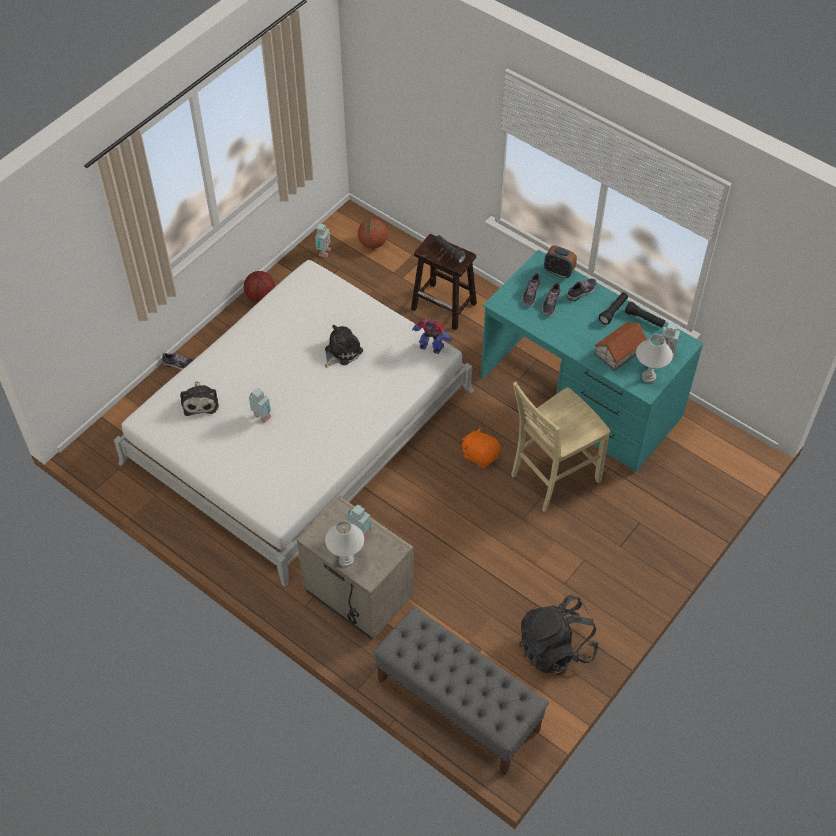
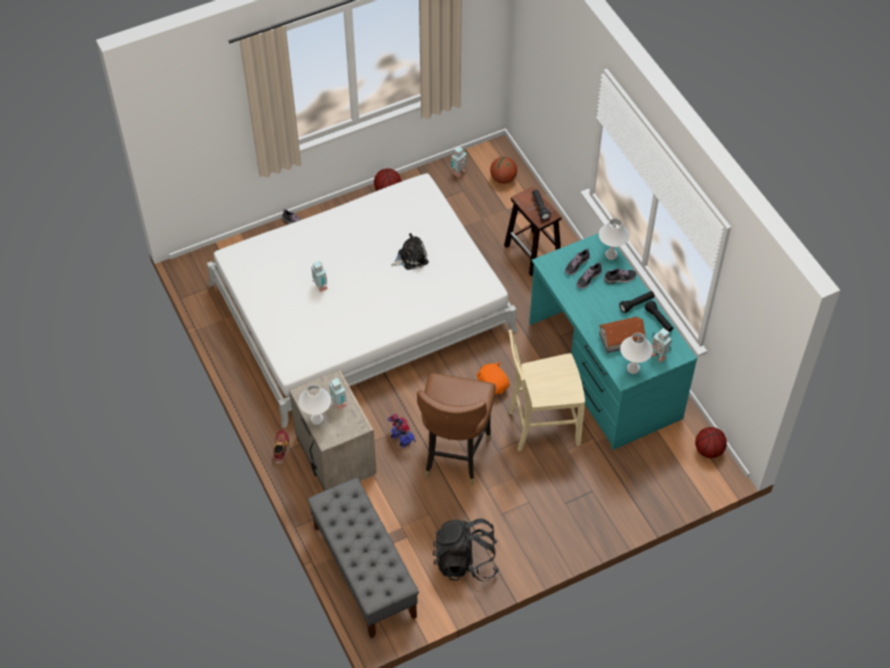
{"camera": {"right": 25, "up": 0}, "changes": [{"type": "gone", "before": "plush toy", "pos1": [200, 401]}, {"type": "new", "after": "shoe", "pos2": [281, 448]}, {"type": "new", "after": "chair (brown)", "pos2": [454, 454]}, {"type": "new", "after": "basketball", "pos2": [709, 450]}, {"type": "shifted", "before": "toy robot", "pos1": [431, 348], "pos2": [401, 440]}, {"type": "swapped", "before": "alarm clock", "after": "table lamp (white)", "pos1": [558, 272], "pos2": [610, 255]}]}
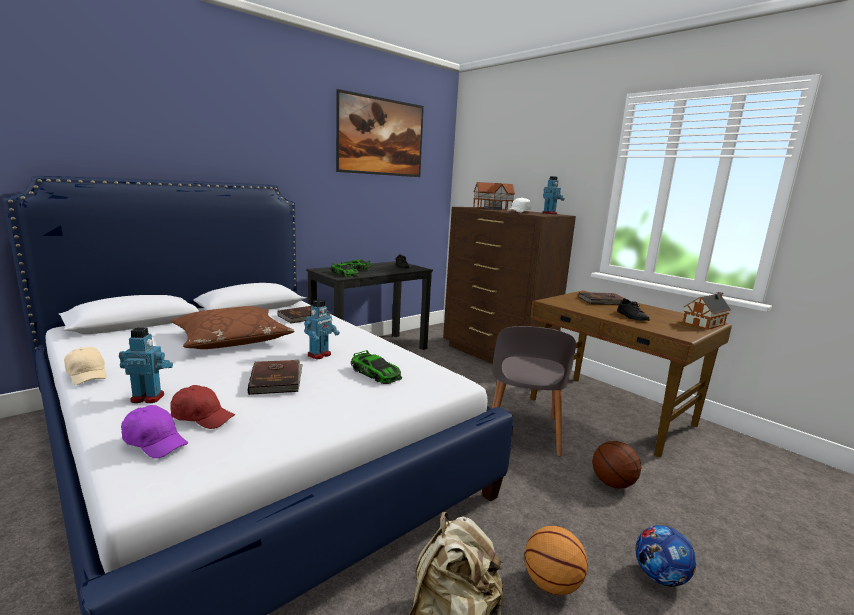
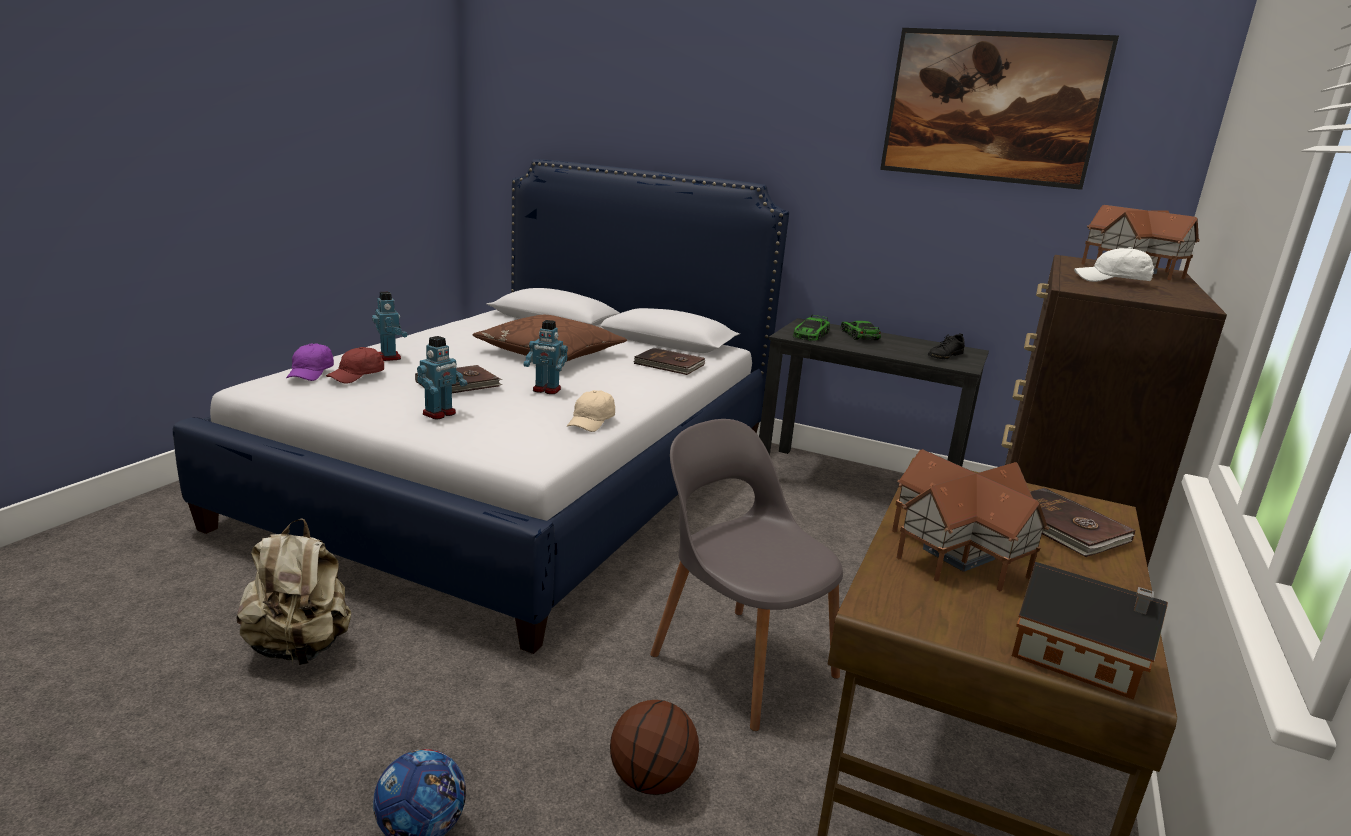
{"camera": {"right": 65, "up": 5}, "changes": [{"type": "gone", "before": "toy car", "pos1": [376, 373]}, {"type": "gone", "before": "basketball", "pos1": [551, 584]}, {"type": "shifted", "before": "cap (beige)", "pos1": [87, 375], "pos2": [591, 422]}, {"type": "shifted", "before": "toy robot", "pos1": [549, 213], "pos2": [440, 414]}, {"type": "swapped", "before": "shoe (black)", "after": "toy house", "pos1": [632, 316], "pos2": [961, 554]}, {"type": "rotated", "before": "cap (red)", "pos1": [202, 417], "pos2": [357, 376], "turn": 45}, {"type": "rotated", "before": "chair (grey)", "pos1": [522, 432], "pos2": [740, 662], "turn": 60}]}
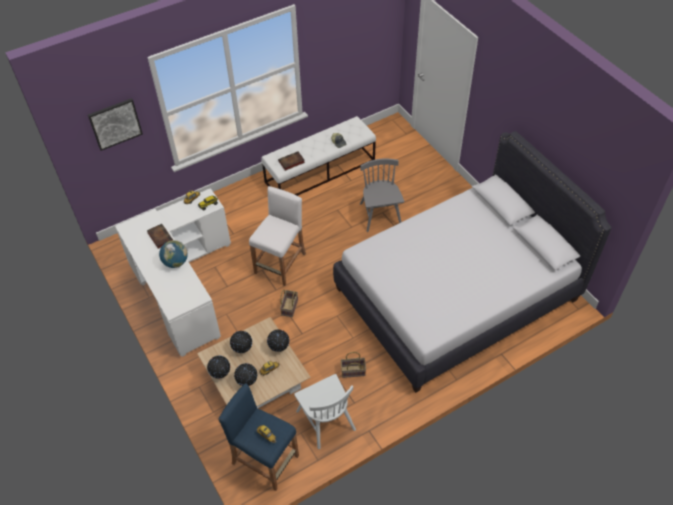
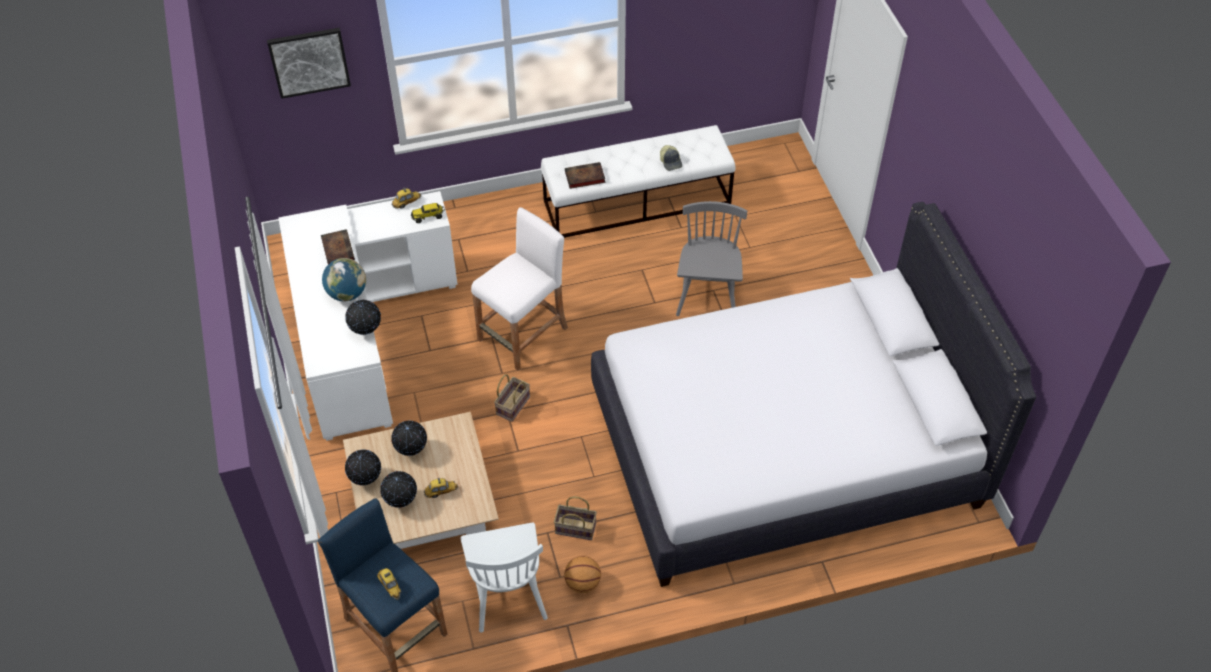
{"camera": {"right": 15, "up": 0}, "changes": [{"type": "new", "after": "basketball", "pos2": [583, 583]}, {"type": "shifted", "before": "globe", "pos1": [279, 348], "pos2": [366, 331]}]}
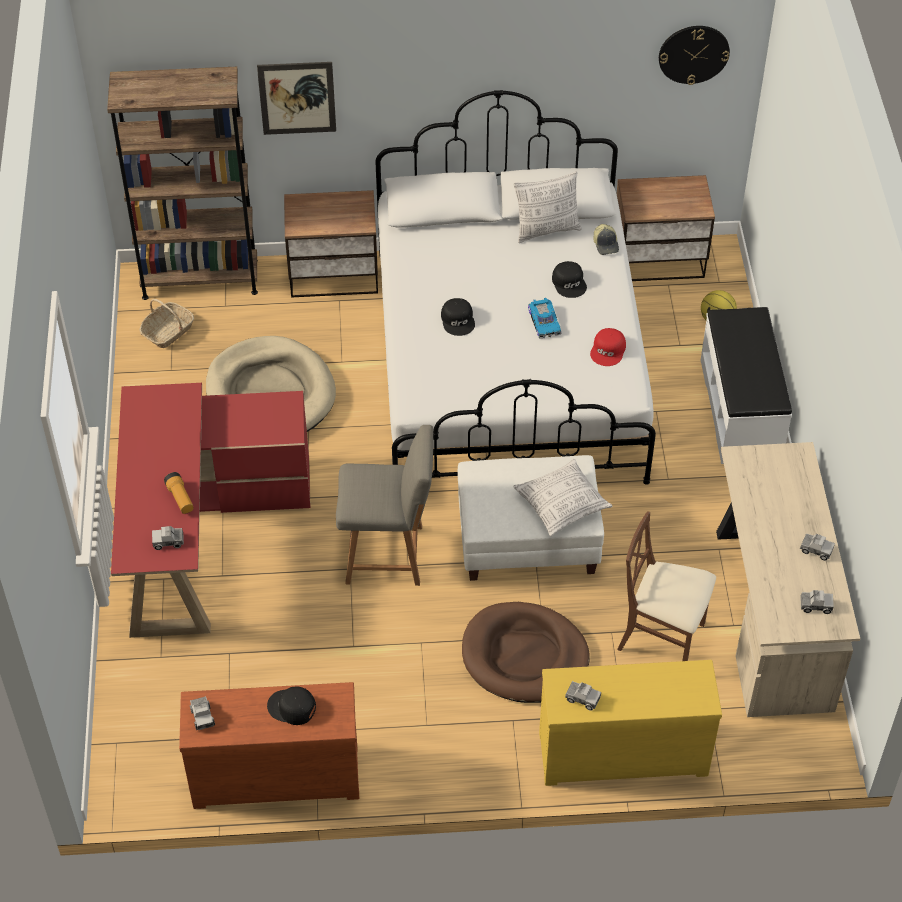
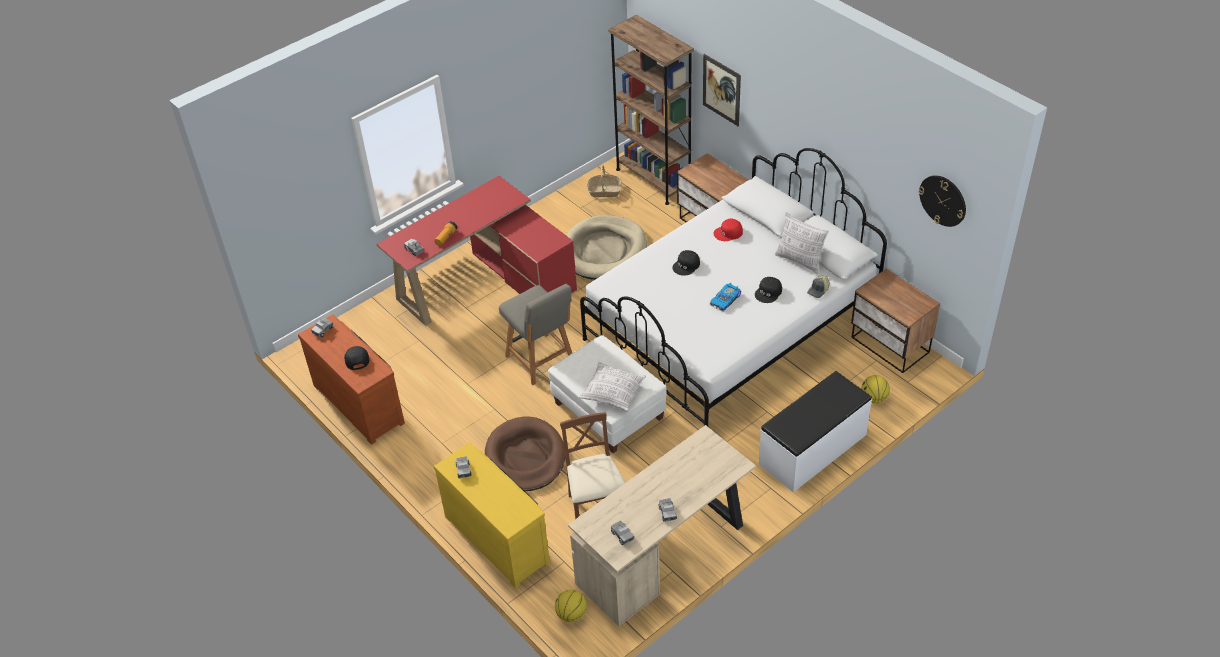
{"camera": {"right": 55, "up": -5}, "changes": [{"type": "new", "after": "basketball", "pos2": [571, 614]}, {"type": "shifted", "before": "cap (red)", "pos1": [608, 350], "pos2": [728, 233]}]}
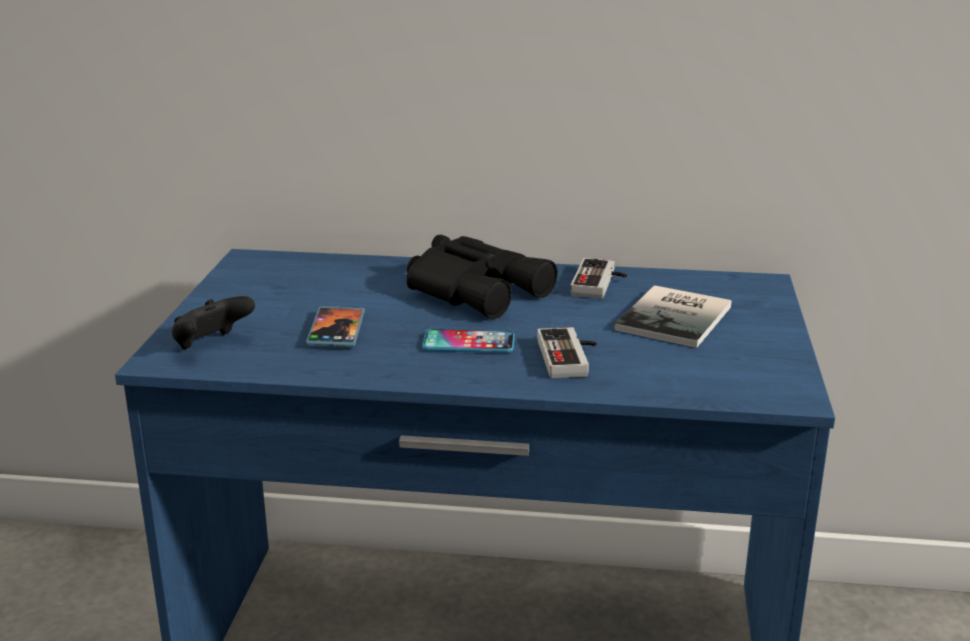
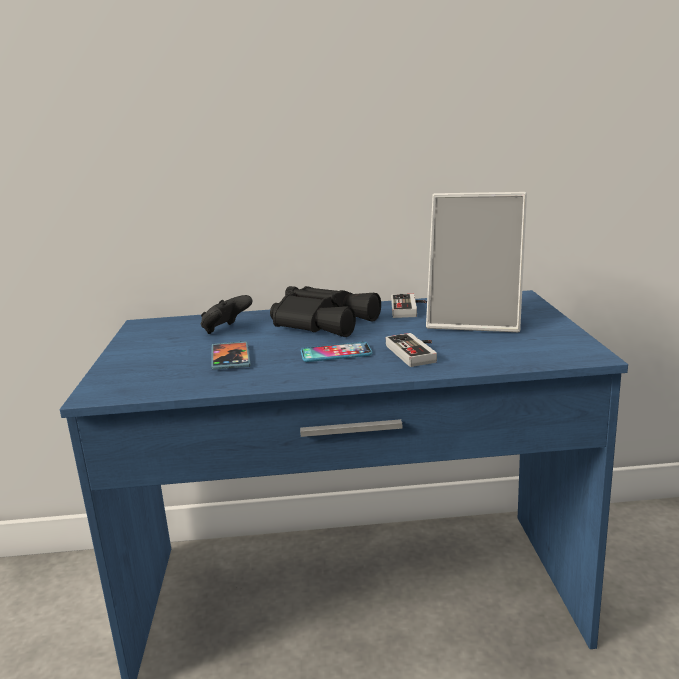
{"camera": {"right": -10, "up": -5}, "changes": [{"type": "shifted", "before": "game controller (black)", "pos1": [211, 345], "pos2": [226, 330]}, {"type": "swapped", "before": "book", "after": "picture frame", "pos1": [678, 318], "pos2": [476, 321]}]}
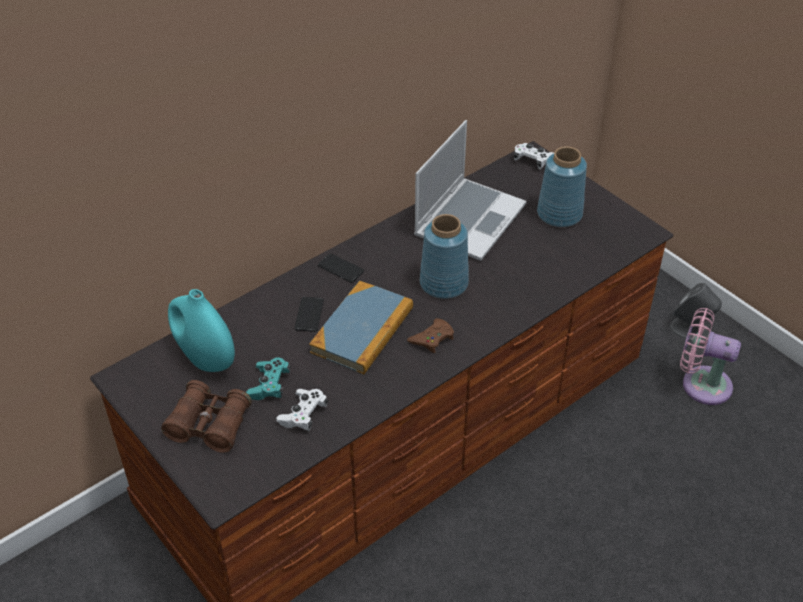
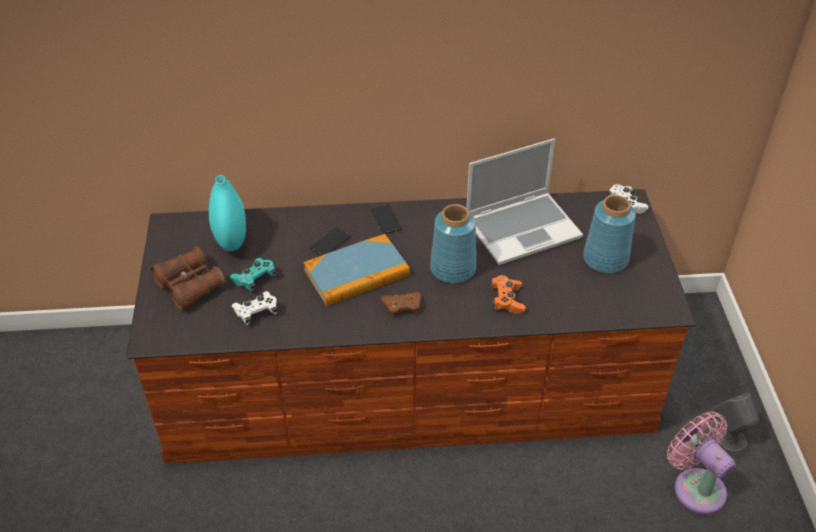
{"camera": {"right": 35, "up": 0}, "changes": [{"type": "new", "after": "game controller (orange)", "pos2": [507, 300]}]}
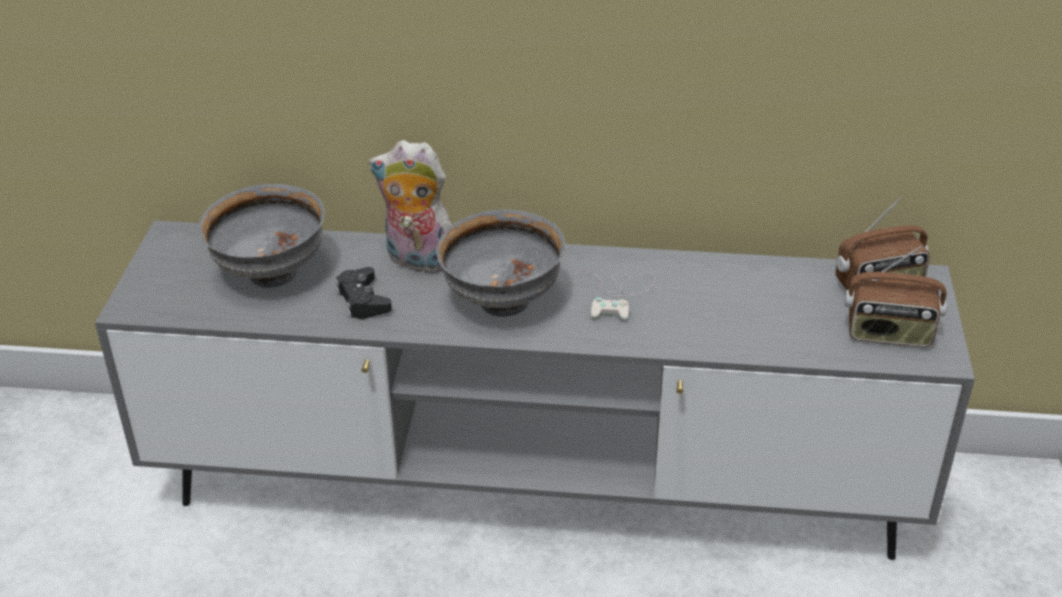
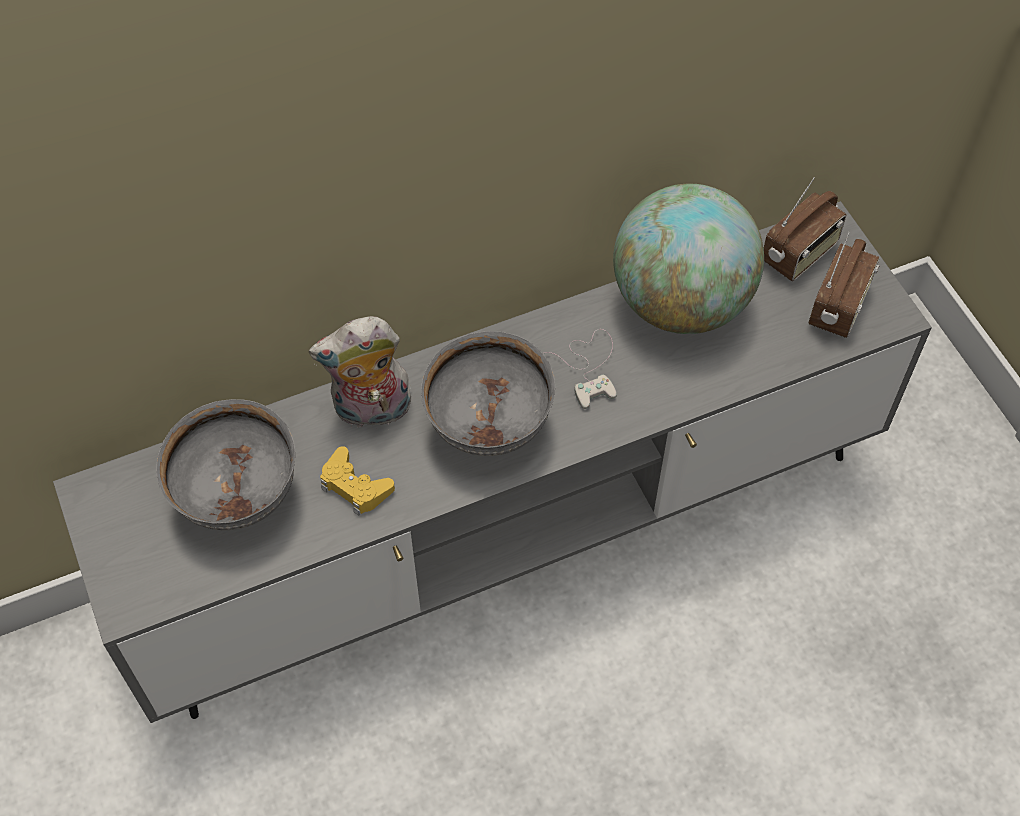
{"camera": {"right": -30, "up": 20}, "changes": [{"type": "new", "after": "globe", "pos2": [681, 303]}, {"type": "repainted", "before": "game controller (black)", "after": "game controller (yellow)", "pos1": [363, 300], "pos2": [355, 486]}, {"type": "rotated", "before": "radio", "pos1": [889, 334], "pos2": [839, 307], "turn": -45}]}
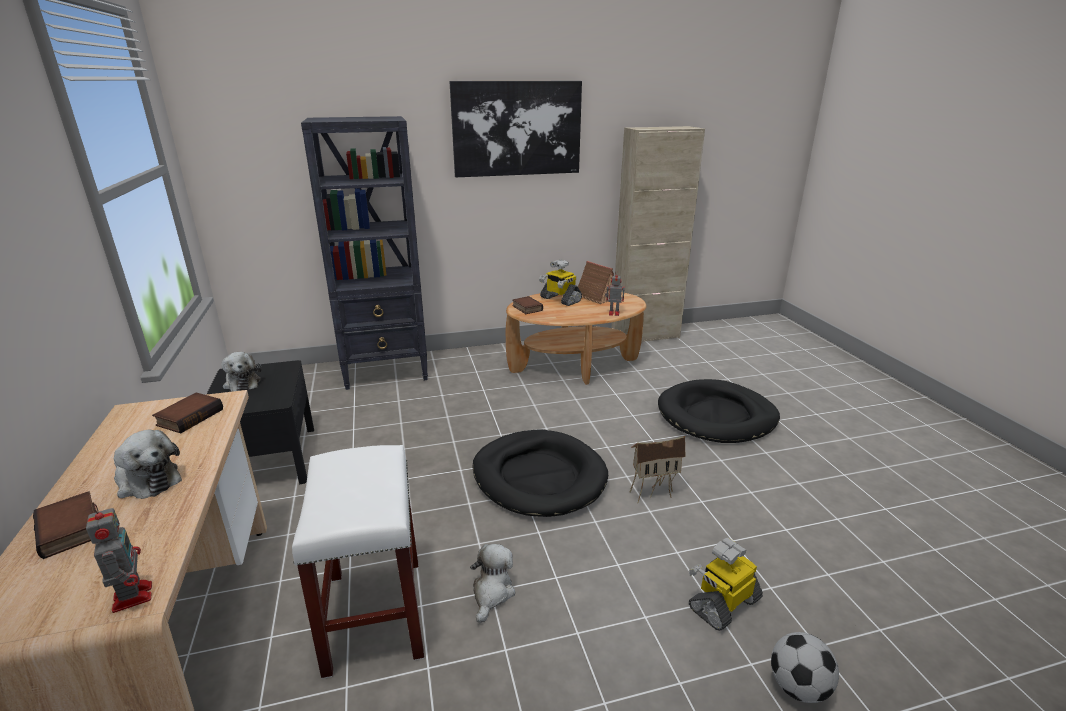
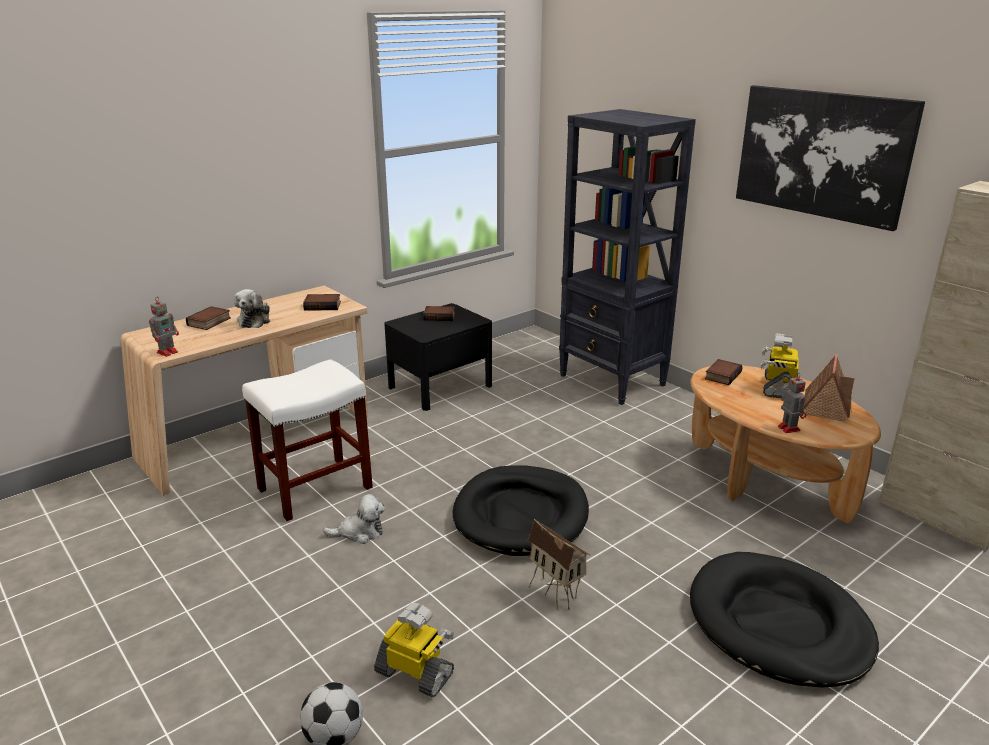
{"camera": {"right": 65, "up": 0}, "changes": [{"type": "swapped", "before": "plush toy", "after": "book", "pos1": [242, 382], "pos2": [440, 316]}]}
